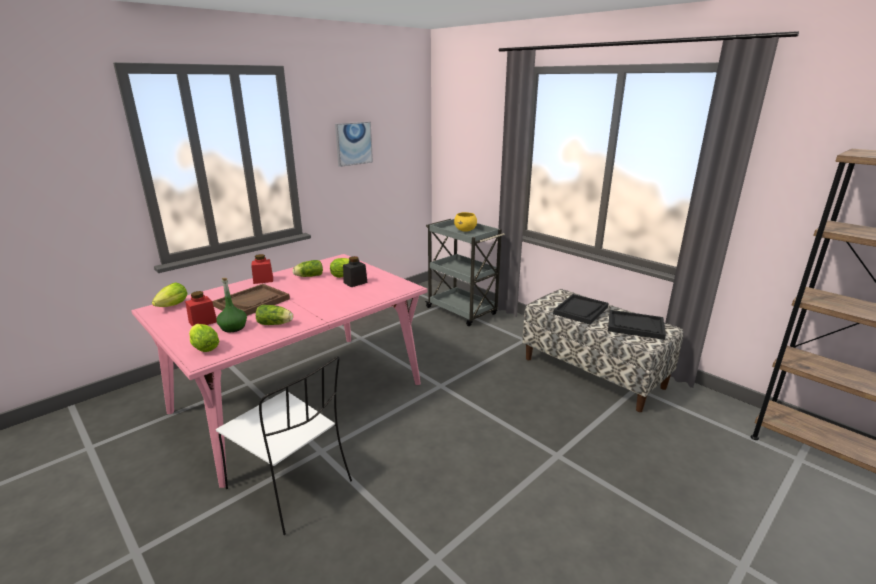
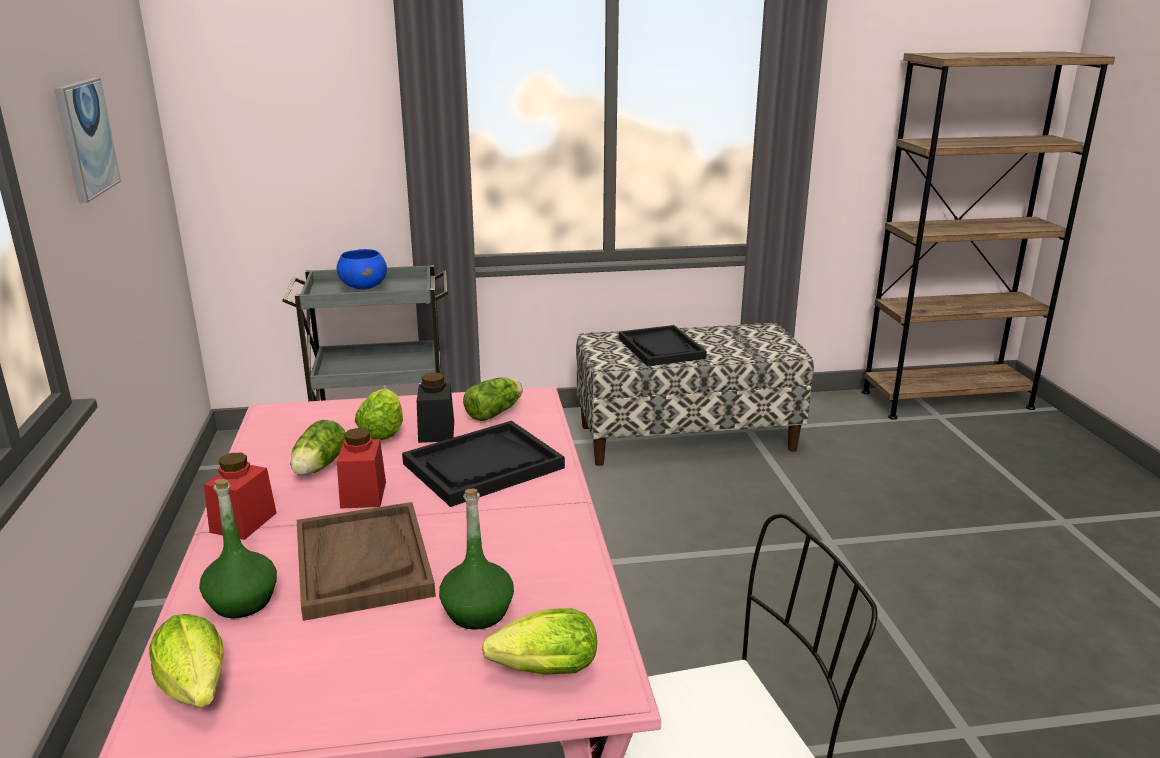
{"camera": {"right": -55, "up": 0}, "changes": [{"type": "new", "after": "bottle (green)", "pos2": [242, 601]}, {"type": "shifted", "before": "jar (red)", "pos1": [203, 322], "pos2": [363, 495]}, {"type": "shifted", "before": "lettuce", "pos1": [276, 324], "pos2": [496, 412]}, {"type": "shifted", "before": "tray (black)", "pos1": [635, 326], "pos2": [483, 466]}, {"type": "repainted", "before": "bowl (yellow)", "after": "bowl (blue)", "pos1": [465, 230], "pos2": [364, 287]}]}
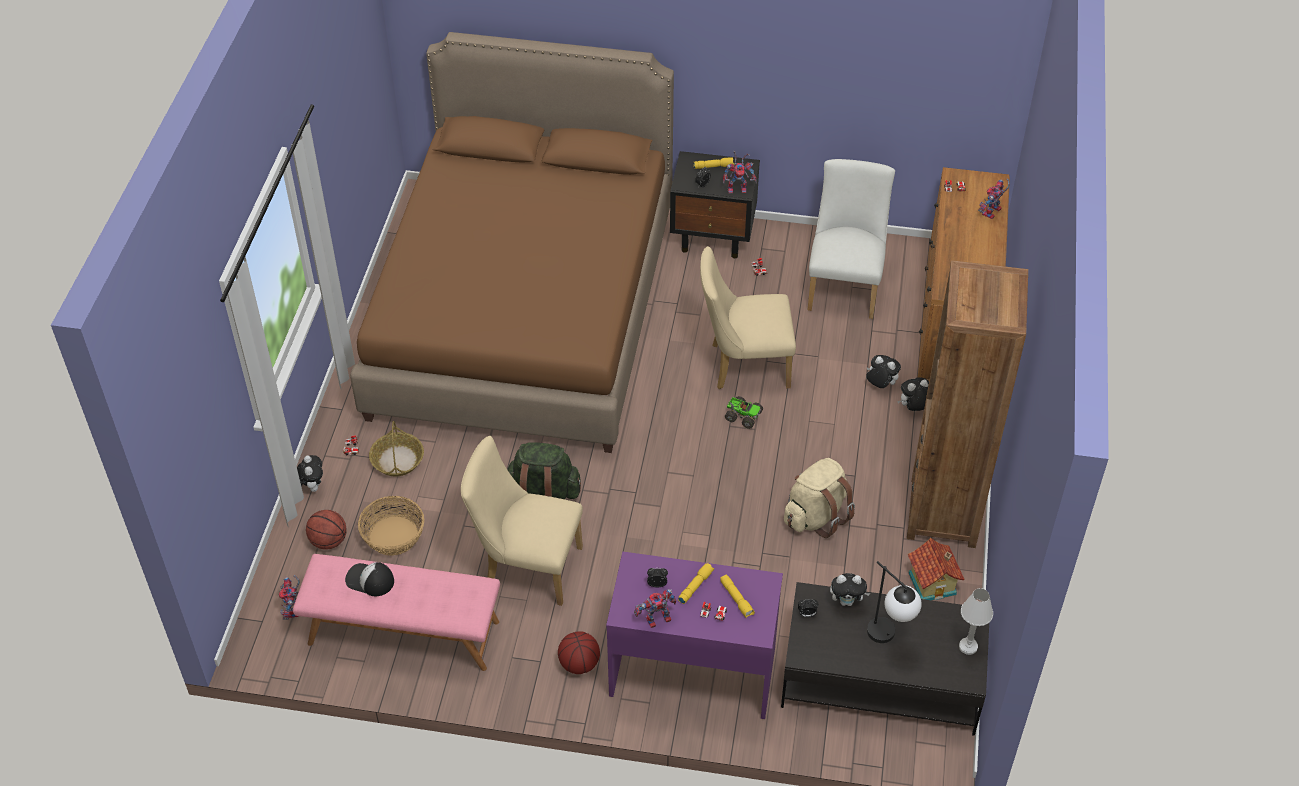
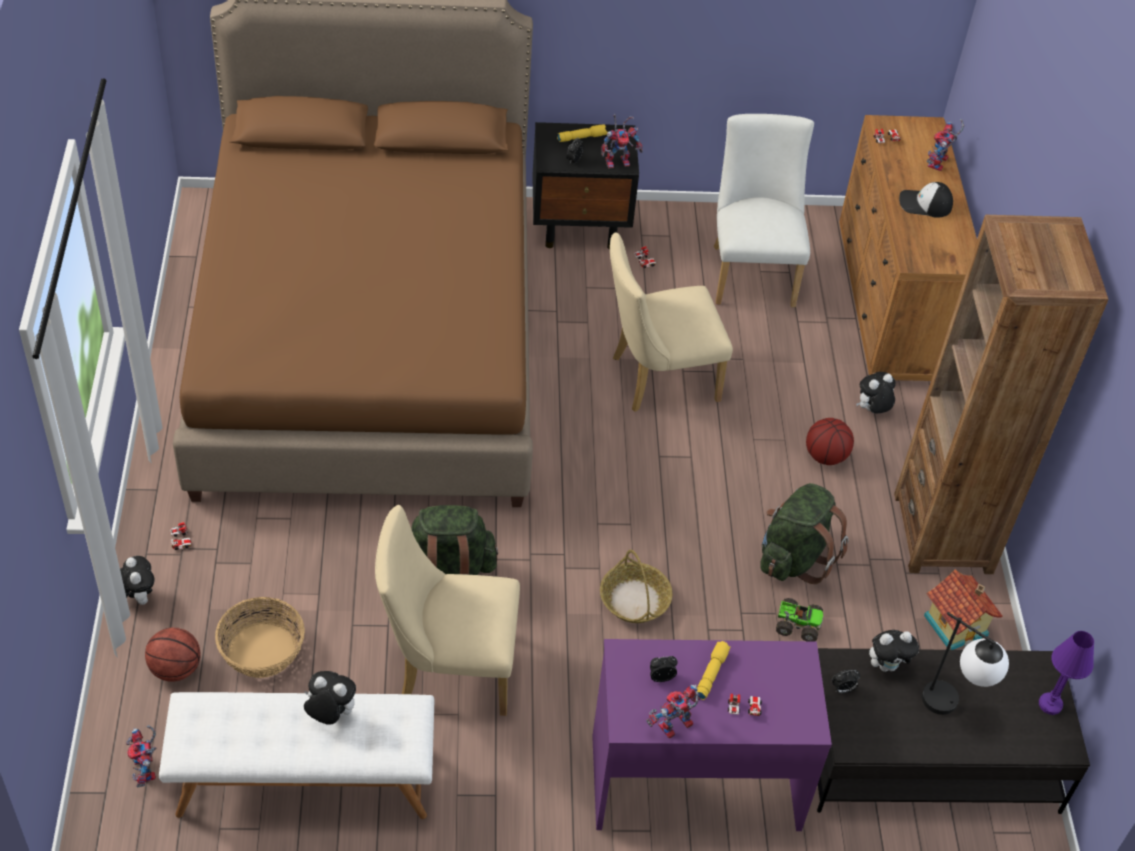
{"camera": {"right": -15, "up": 0}, "changes": [{"type": "gone", "before": "flashlight (yellow)", "pos1": [737, 599]}, {"type": "shifted", "before": "cap", "pos1": [369, 580], "pos2": [924, 204]}, {"type": "shifted", "before": "basket", "pos1": [397, 460], "pos2": [634, 600]}, {"type": "shifted", "before": "basketball", "pos1": [579, 663], "pos2": [825, 456]}, {"type": "shifted", "before": "toy truck", "pos1": [743, 416], "pos2": [797, 624]}, {"type": "shifted", "before": "plush toy", "pos1": [880, 385], "pos2": [330, 714]}, {"type": "repainted", "before": "bench (pink)", "after": "bench (white)", "pos1": [403, 633], "pos2": [304, 782]}, {"type": "repainted", "before": "backpack (beige)", "after": "backpack (green)", "pos1": [816, 516], "pos2": [794, 558]}, {"type": "repainted", "before": "table lamp (white)", "after": "table lamp (purple)", "pos1": [968, 647], "pos2": [1050, 704]}]}
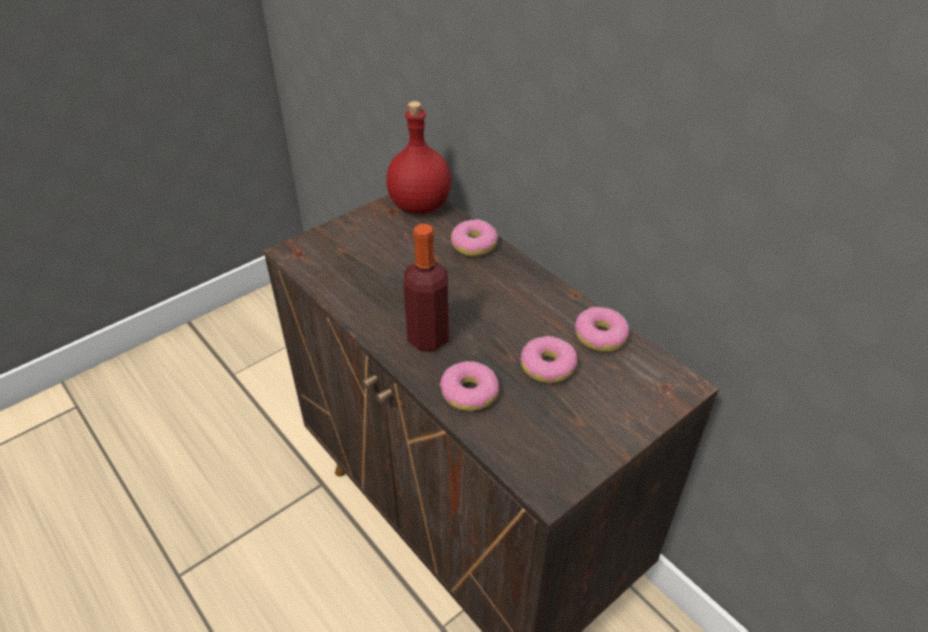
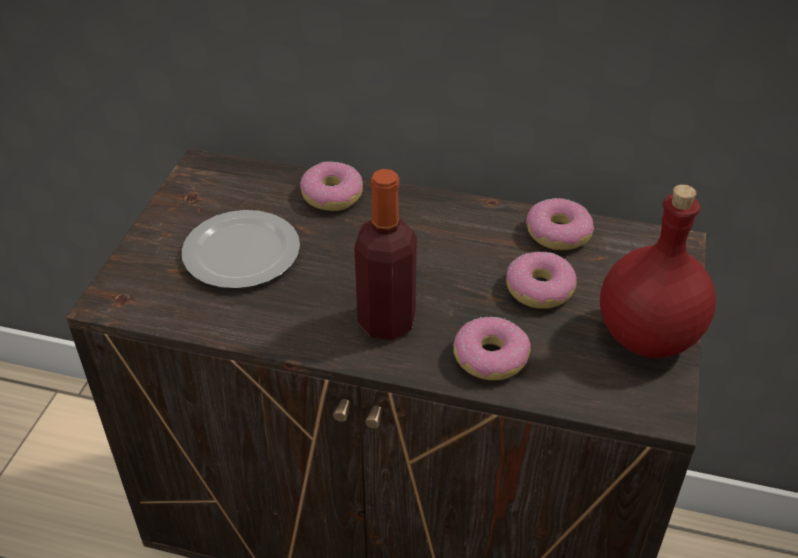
{"camera": {"right": -35, "up": 0}, "changes": [{"type": "new", "after": "plate", "pos2": [244, 253]}, {"type": "shifted", "before": "bottle (red)", "pos1": [418, 205], "pos2": [645, 337]}]}
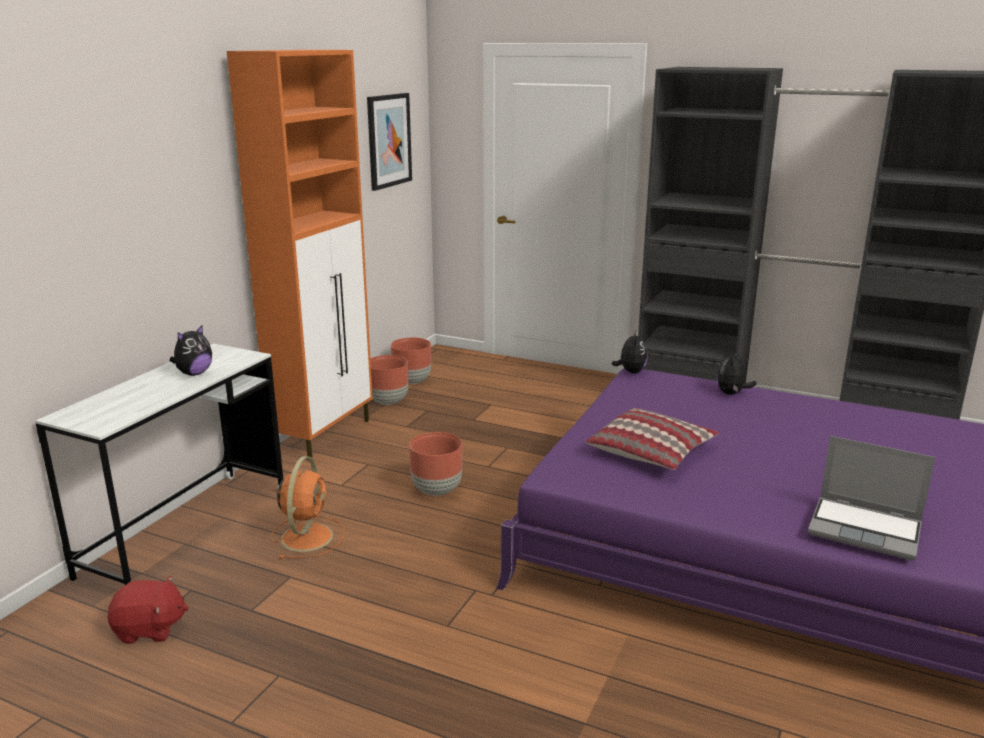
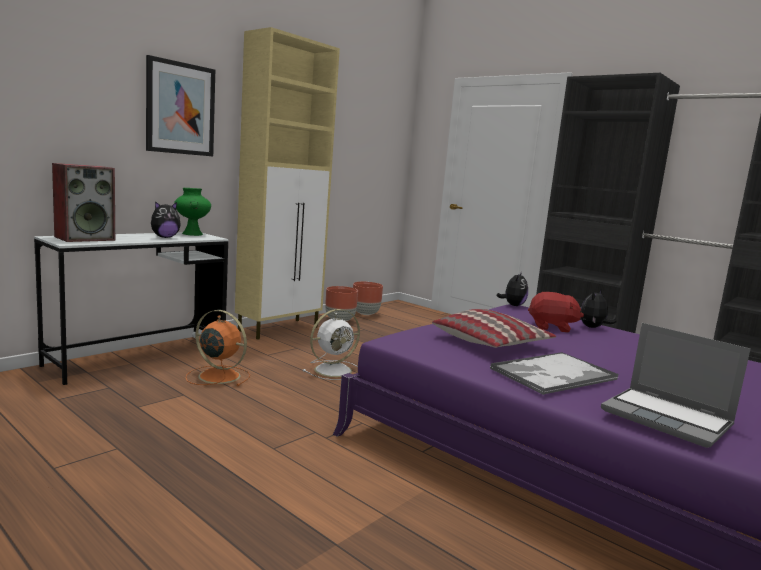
{"camera": {"right": 15, "up": -10}, "changes": [{"type": "new", "after": "speaker", "pos2": [85, 238]}, {"type": "new", "after": "vase (green)", "pos2": [192, 234]}, {"type": "new", "after": "tray", "pos2": [552, 374]}, {"type": "shifted", "before": "plush toy (red)", "pos1": [150, 629], "pos2": [551, 327]}, {"type": "shifted", "before": "picture", "pos1": [388, 140], "pos2": [180, 108]}, {"type": "swapped", "before": "planter (brown)", "after": "fan (white)", "pos1": [437, 490], "pos2": [334, 370]}, {"type": "repainted", "before": "cabinet (orange)", "after": "cabinet (beige)", "pos1": [325, 435], "pos2": [280, 329]}, {"type": "rotated", "before": "fan (orange)", "pos1": [307, 536], "pos2": [217, 376], "turn": -90}]}
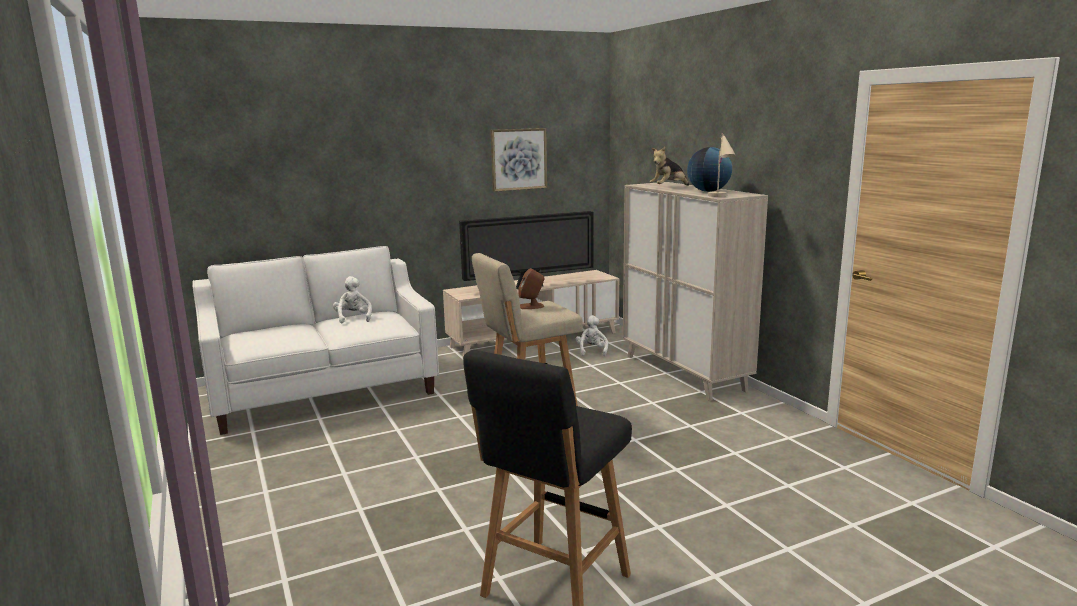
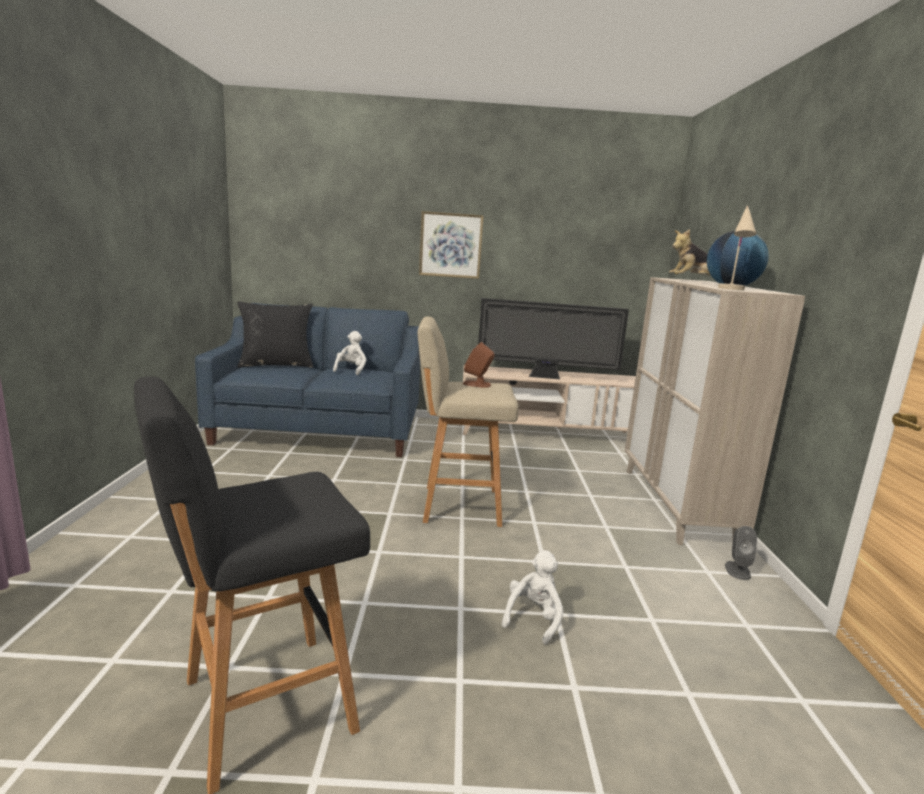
{"camera": {"right": 25, "up": 0}, "changes": [{"type": "new", "after": "pillow (black)", "pos2": [276, 365]}, {"type": "new", "after": "speaker (grey)", "pos2": [737, 570]}, {"type": "shifted", "before": "picture", "pos1": [518, 159], "pos2": [450, 245]}, {"type": "shifted", "before": "plush toy (white)", "pos1": [591, 351], "pos2": [533, 618]}, {"type": "repainted", "before": "sofa (white)", "after": "sofa (blue)", "pos1": [322, 390], "pos2": [320, 431]}]}
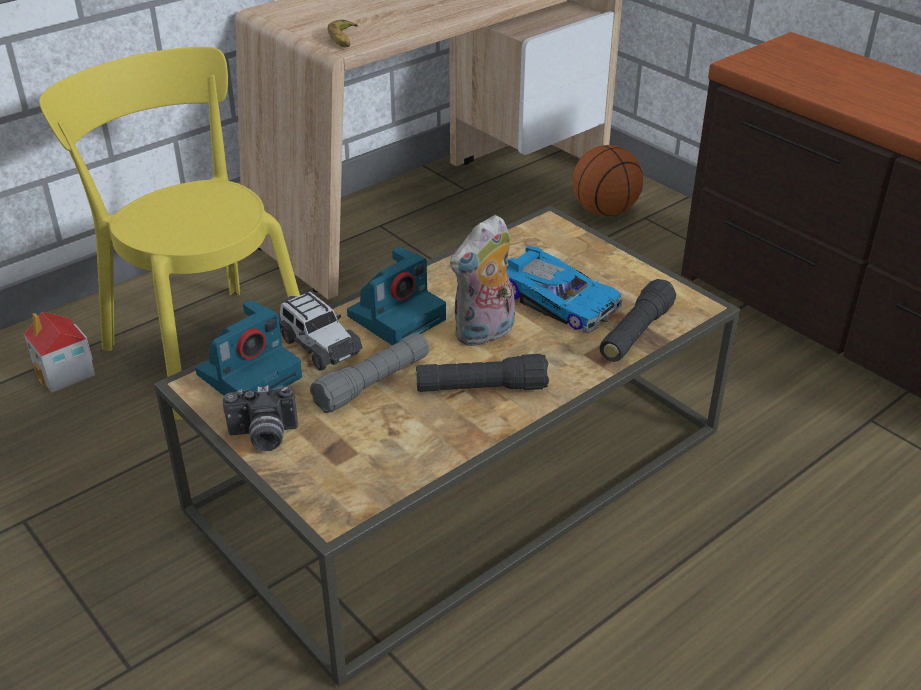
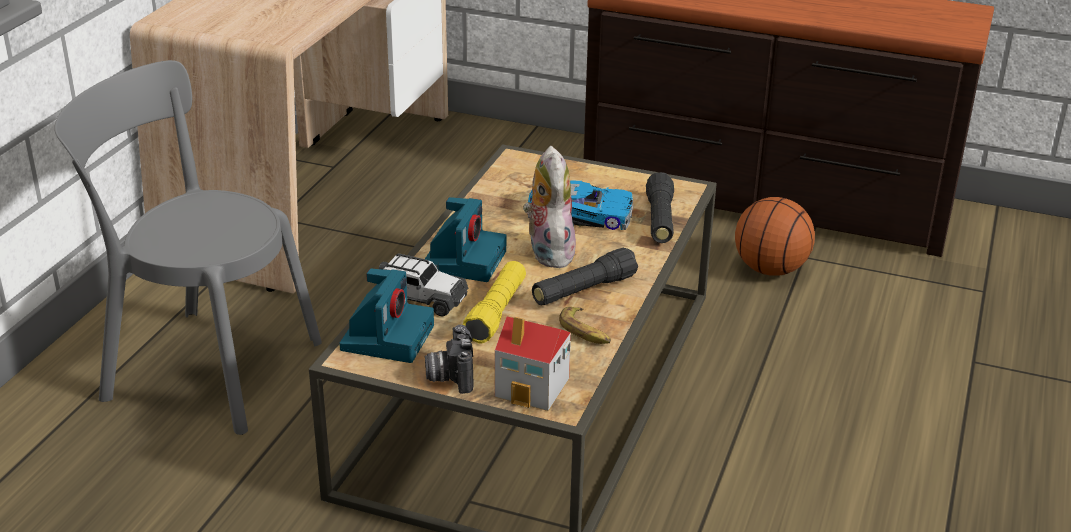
{"camera": {"right": -30, "up": -5}, "changes": [{"type": "shifted", "before": "toy house", "pos1": [65, 373], "pos2": [533, 388]}, {"type": "shifted", "before": "banana", "pos1": [344, 39], "pos2": [585, 331]}, {"type": "shifted", "before": "basketball", "pos1": [604, 211], "pos2": [770, 269]}, {"type": "repainted", "before": "chair (yellow)", "after": "chair (grey)", "pos1": [204, 345], "pos2": [204, 367]}, {"type": "repainted", "before": "flashlight (grey)", "after": "flashlight (yellow)", "pos1": [373, 384], "pos2": [496, 312]}, {"type": "rotated", "before": "photo camera", "pos1": [263, 437], "pos2": [449, 376], "turn": 120}, {"type": "rotated", "before": "plush toy", "pos1": [485, 334], "pos2": [548, 252], "turn": 150}]}
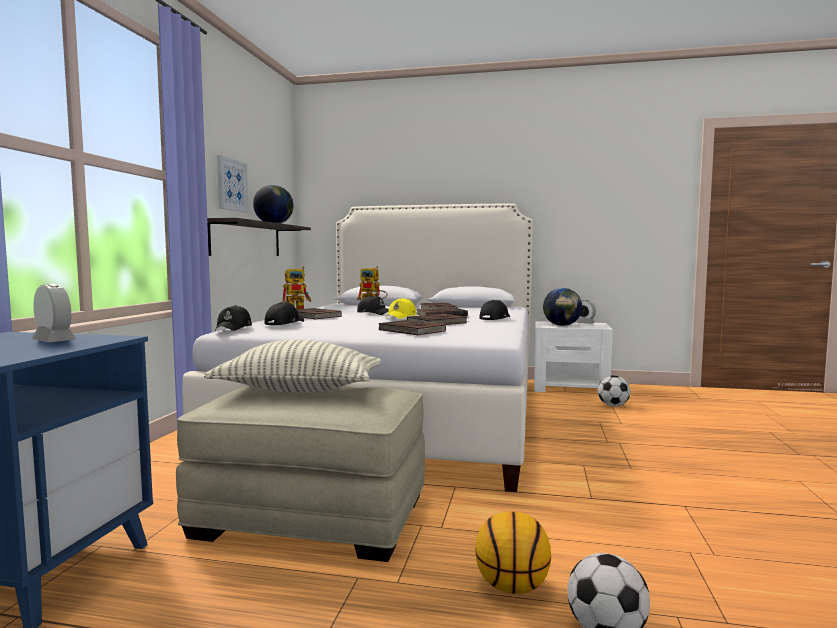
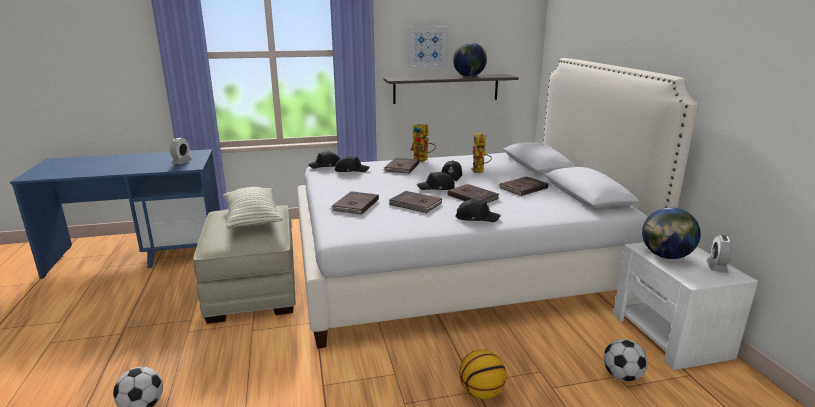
{"camera": {"right": 65, "up": 15}, "changes": [{"type": "shifted", "before": "basketball", "pos1": [512, 586], "pos2": [481, 392]}, {"type": "repainted", "before": "cap (yellow)", "after": "cap (black)", "pos1": [401, 317], "pos2": [436, 188]}]}
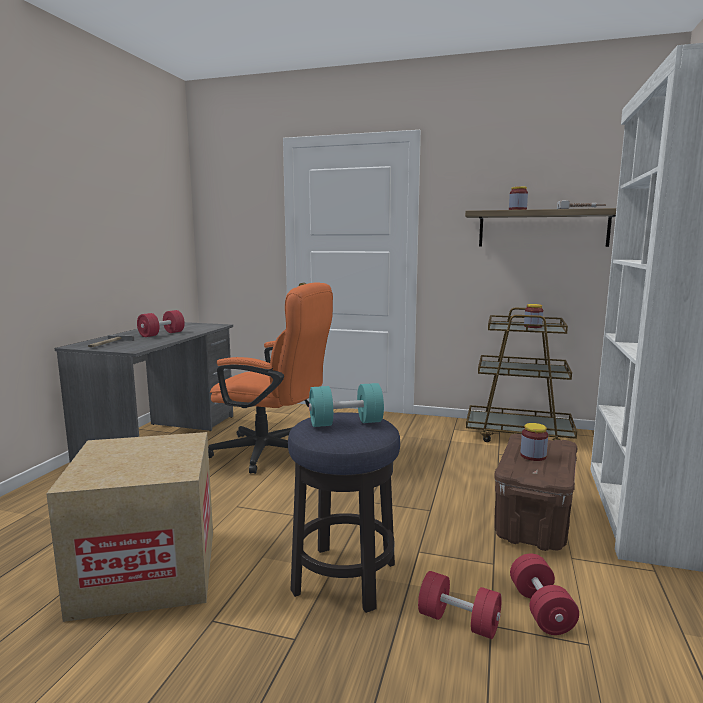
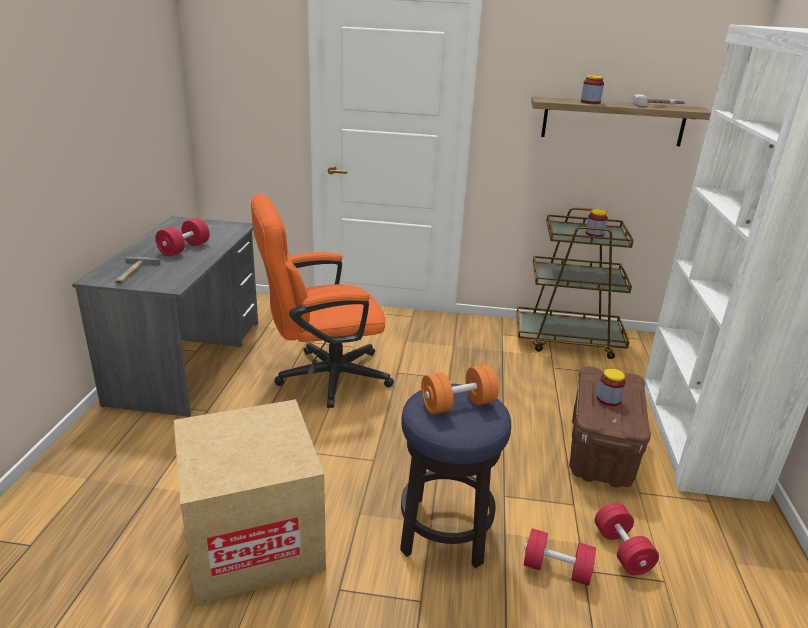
{"camera": {"right": -10, "up": 15}, "changes": [{"type": "repainted", "before": "dumbbell (turquoise)", "after": "dumbbell (orange)", "pos1": [345, 423], "pos2": [458, 405]}, {"type": "rotated", "before": "office chair (orange)", "pos1": [273, 453], "pos2": [322, 377], "turn": 150}]}
